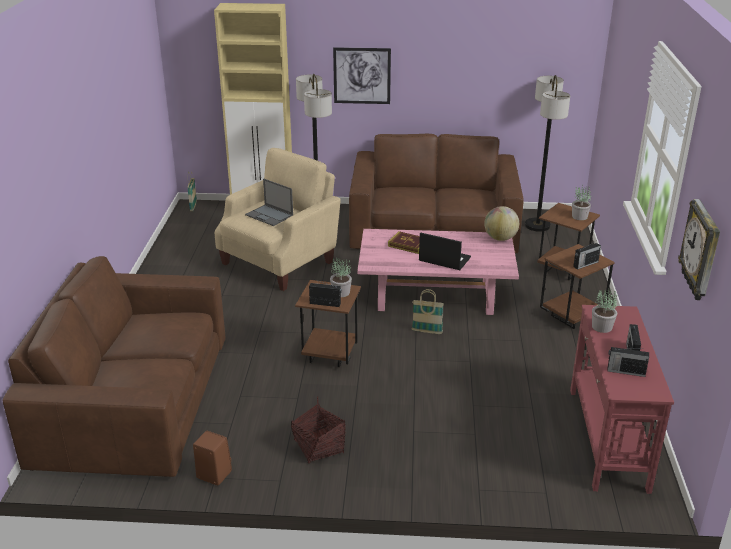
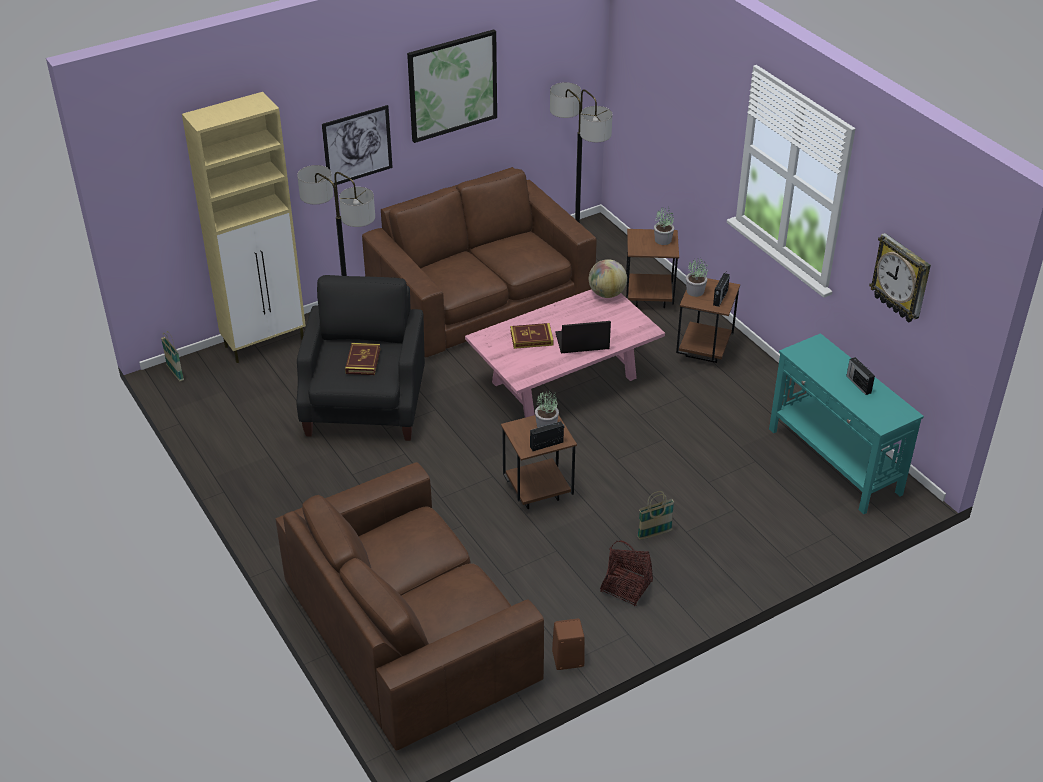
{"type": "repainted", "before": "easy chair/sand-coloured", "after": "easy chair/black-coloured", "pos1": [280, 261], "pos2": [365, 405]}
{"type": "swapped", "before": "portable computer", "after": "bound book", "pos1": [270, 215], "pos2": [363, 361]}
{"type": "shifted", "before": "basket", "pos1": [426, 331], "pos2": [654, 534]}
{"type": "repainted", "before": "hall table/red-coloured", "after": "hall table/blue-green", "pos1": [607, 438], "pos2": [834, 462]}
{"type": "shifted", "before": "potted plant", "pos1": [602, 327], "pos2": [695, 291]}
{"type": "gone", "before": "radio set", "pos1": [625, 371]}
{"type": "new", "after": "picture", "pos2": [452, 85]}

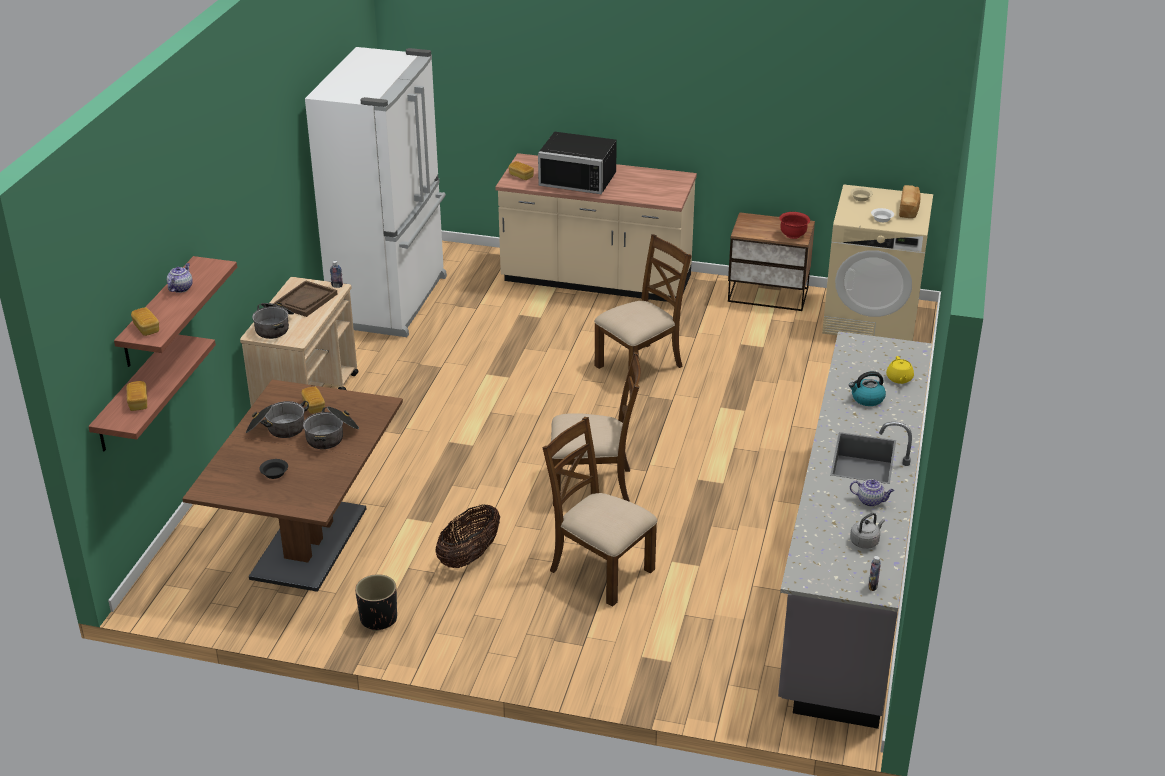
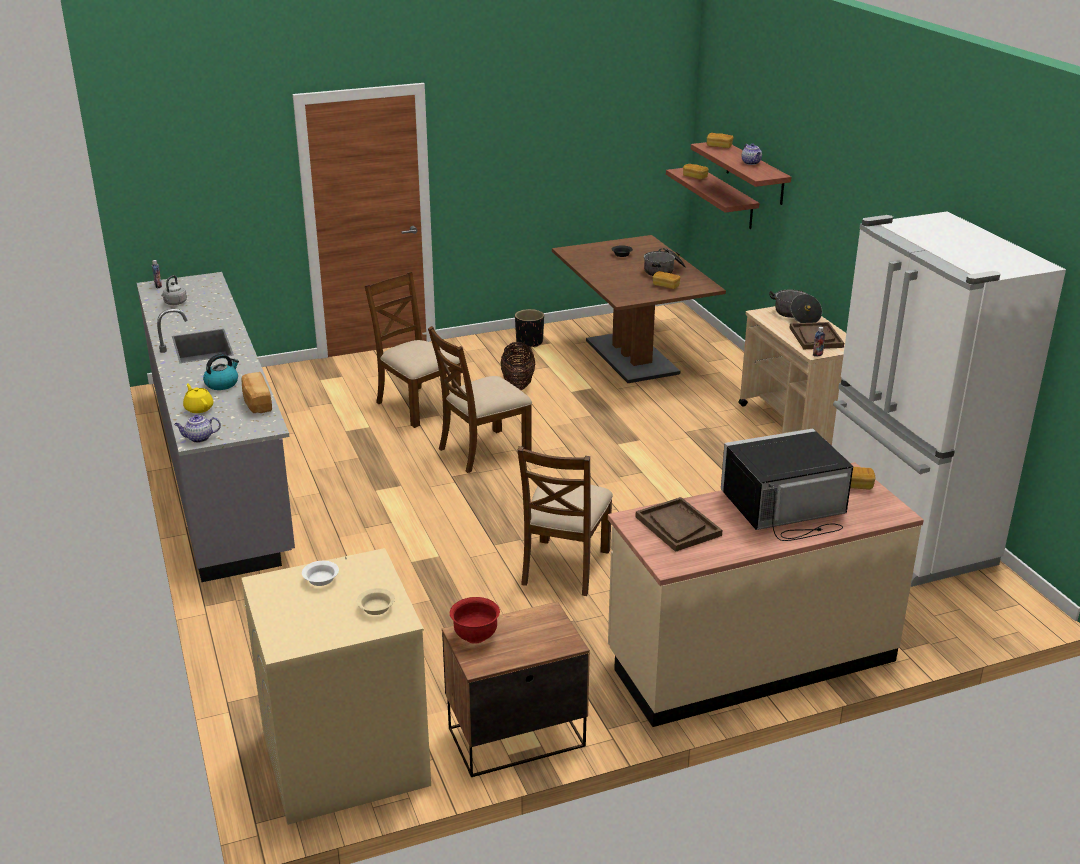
{"type": "gone", "before": "cooking pot", "pos1": [332, 436]}
{"type": "rotated", "before": "chair/brown-coloured", "pos1": [600, 570], "pos2": [417, 405], "turn": -135}
{"type": "shifted", "before": "pot for tea", "pos1": [871, 501], "pos2": [199, 438]}
{"type": "shifted", "before": "bread", "pos1": [909, 210], "pos2": [256, 403]}
{"type": "new", "after": "serving tray/brown-coloured", "pos2": [677, 526]}

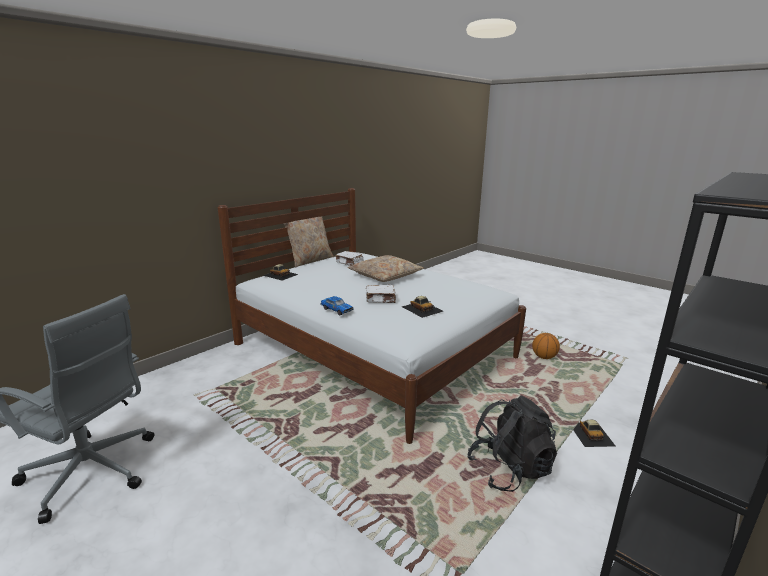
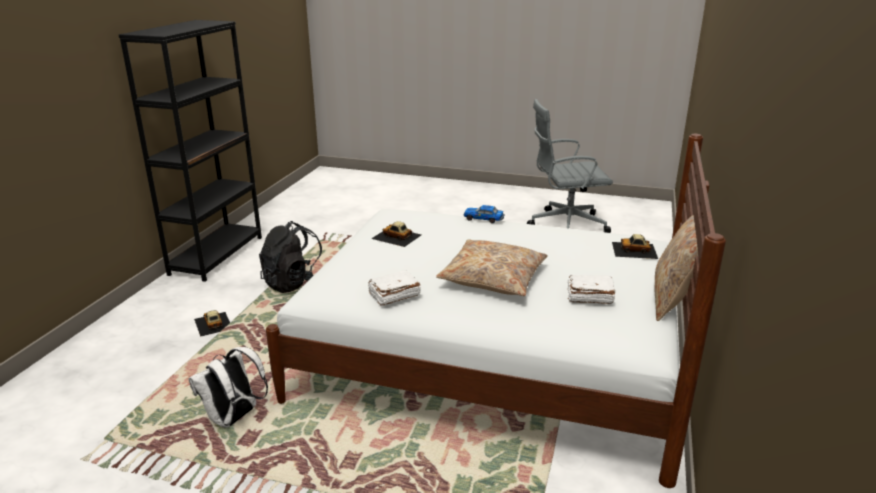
{"type": "shifted", "before": "bound book/white-coloured", "pos1": [381, 299], "pos2": [393, 295]}
{"type": "swapped", "before": "basketball ball", "after": "backpack/white-coloured", "pos1": [544, 357], "pos2": [234, 418]}

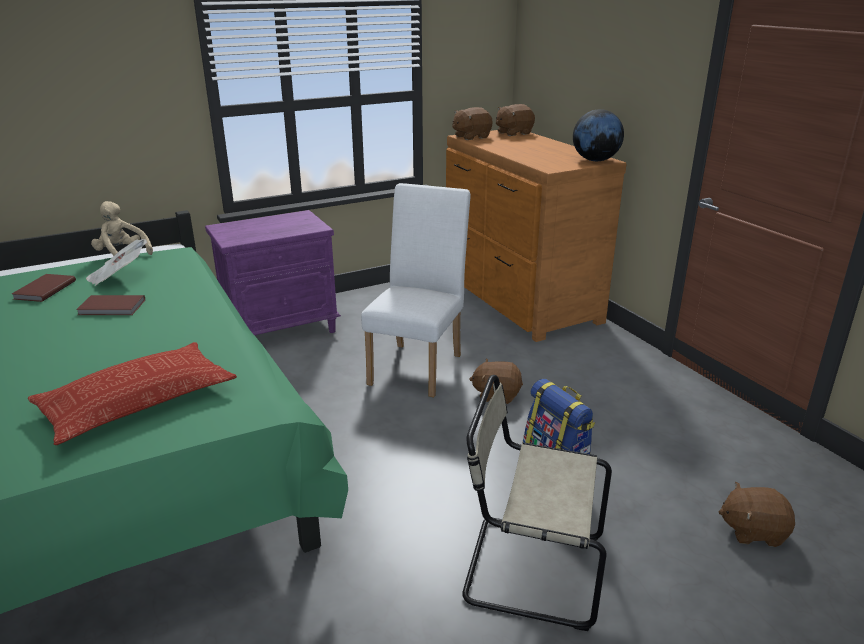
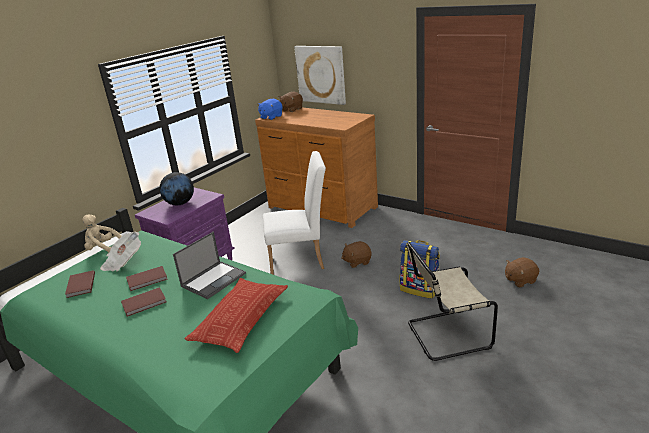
{"type": "rotated", "before": "chair/white-coloured", "pos1": [419, 365], "pos2": [301, 261], "turn": 90}
{"type": "repainted", "before": "soft toy/brown-coloured", "after": "soft toy/blue-coloured", "pos1": [471, 137], "pos2": [271, 117]}
{"type": "shifted", "before": "desk globe", "pos1": [595, 160], "pos2": [180, 203]}
{"type": "new", "after": "bound book/brown-coloured", "pos2": [145, 303]}
{"type": "new", "after": "portable computer", "pos2": [214, 279]}
{"type": "new", "after": "picture", "pos2": [321, 74]}

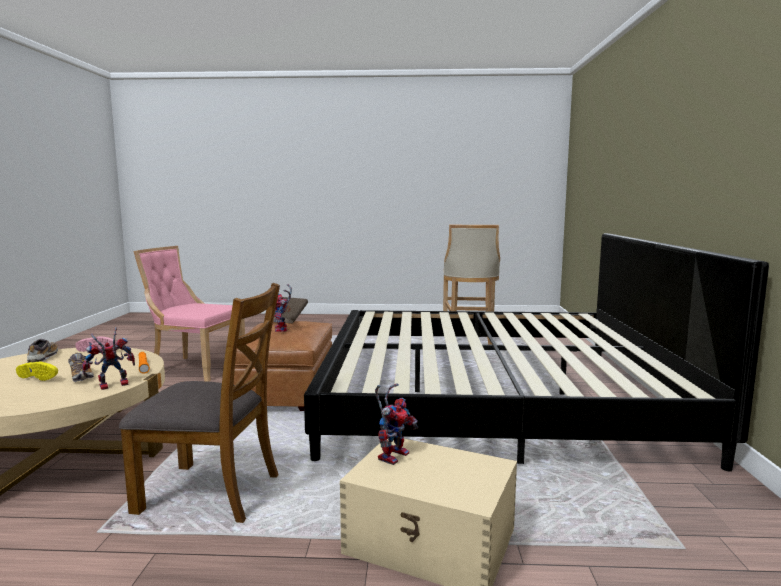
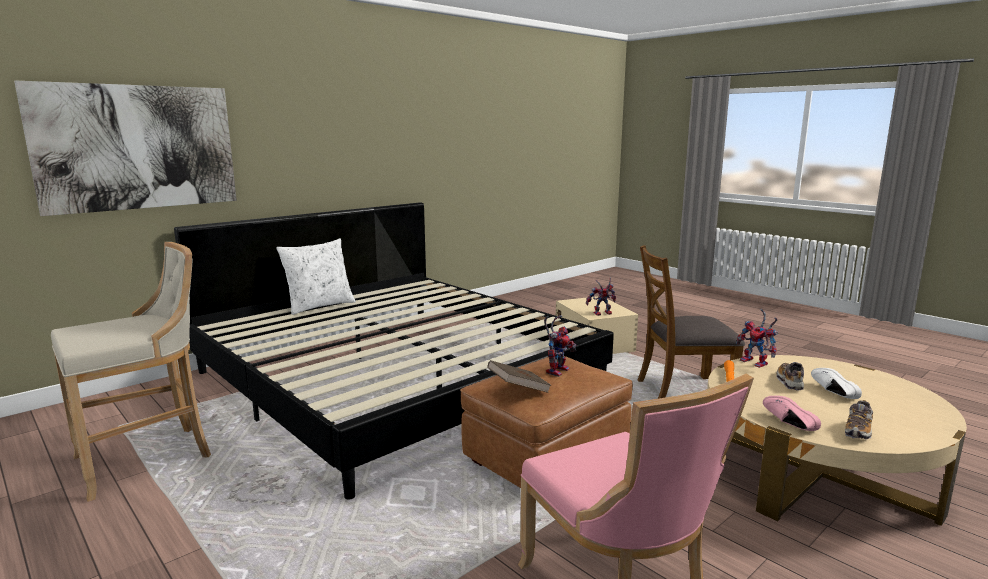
{"type": "repainted", "before": "shoe/yellowish", "after": "shoe/white-coloured", "pos1": [42, 377], "pos2": [831, 392]}
{"type": "rotated", "before": "model robot", "pos1": [111, 386], "pos2": [757, 363], "turn": 45}
{"type": "rotated", "before": "chair/brown-coloured", "pos1": [211, 493], "pos2": [683, 391], "turn": -60}
{"type": "new", "after": "picture", "pos2": [137, 147]}
{"type": "new", "after": "throw pillow/white-coloured", "pos2": [319, 306]}

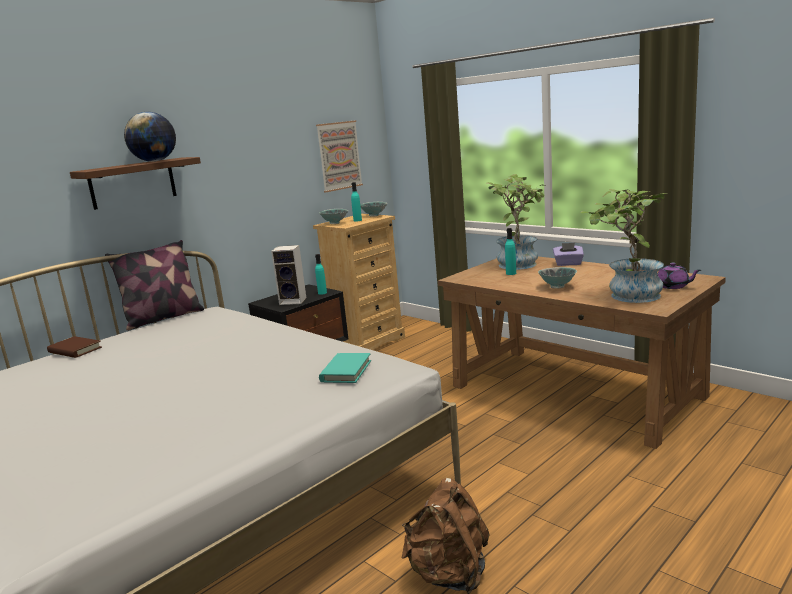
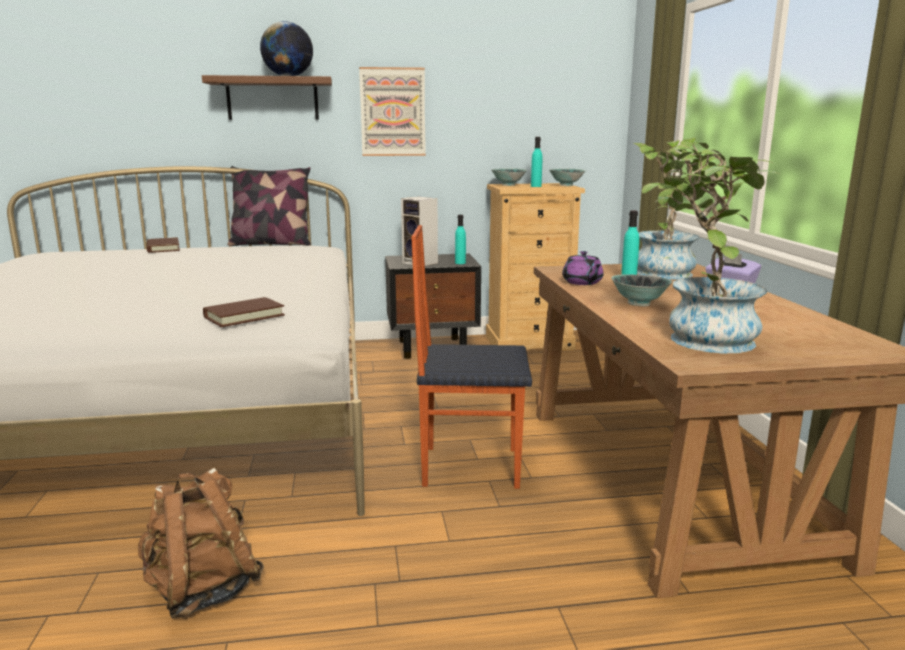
{"type": "shifted", "before": "picture", "pos1": [339, 156], "pos2": [393, 112]}
{"type": "repainted", "before": "bound book/blue-green", "after": "bound book/brown-coloured", "pos1": [346, 371], "pos2": [244, 316]}
{"type": "shifted", "before": "pot for tea/purple-coloured", "pos1": [673, 286], "pos2": [582, 282]}
{"type": "new", "after": "chair", "pos2": [470, 466]}

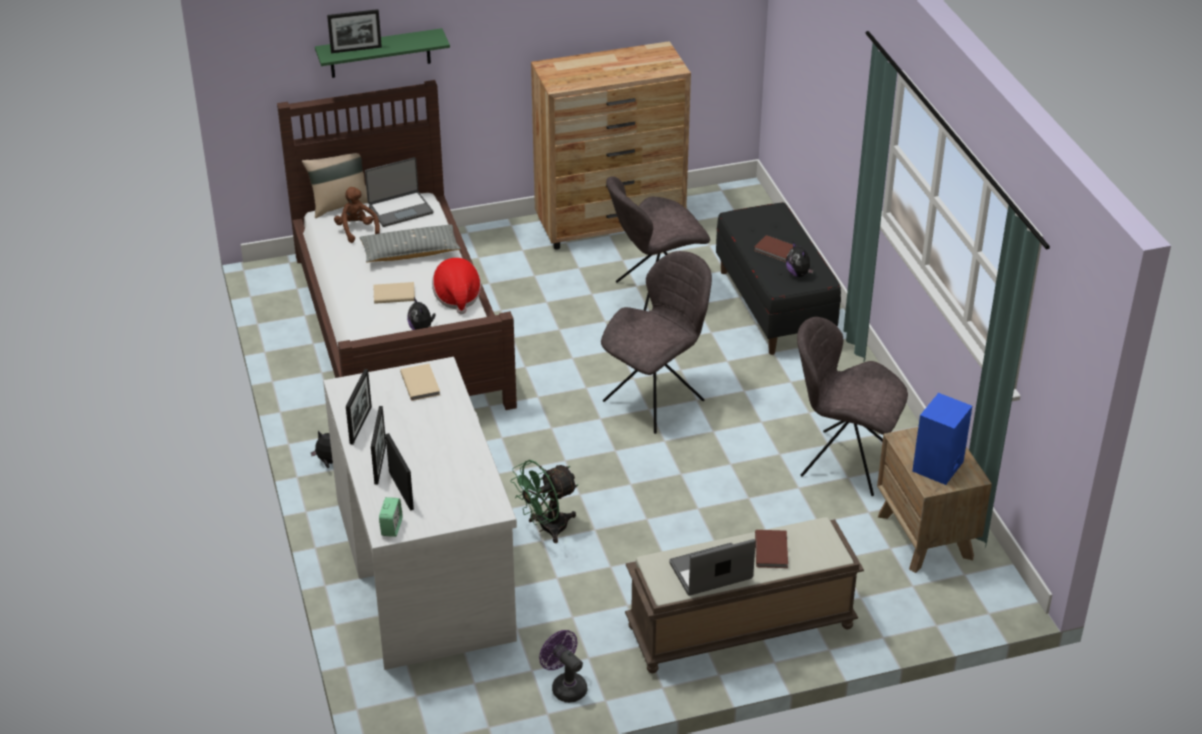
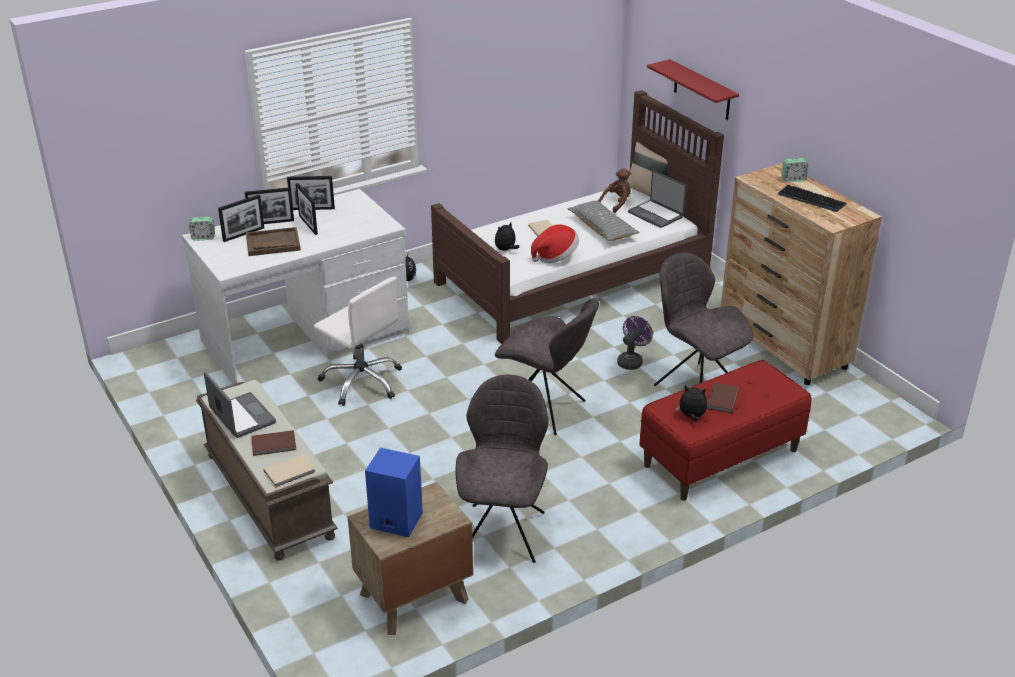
{"type": "repainted", "before": "shelf/green", "after": "shelf/red-coloured", "pos1": [380, 53], "pos2": [702, 90]}
{"type": "shifted", "before": "photo frame", "pos1": [356, 49], "pos2": [308, 225]}
{"type": "shifted", "before": "bound book/sand-coloured", "pos1": [421, 383], "pos2": [291, 472]}
{"type": "swapped", "before": "electric fan/green", "after": "desk chair/white-coloured", "pos1": [546, 528], "pos2": [362, 381]}
{"type": "shifted", "before": "electric fan/purple-coloured", "pos1": [565, 686], "pos2": [631, 361]}
{"type": "repainted", "before": "bench/black-coloured", "after": "bench/red-coloured", "pos1": [774, 306], "pos2": [721, 458]}
{"type": "rotated", "before": "soft toy", "pos1": [798, 274], "pos2": [691, 416], "turn": 60}
{"type": "new", "after": "serving tray/brown-coloured", "pos2": [273, 243]}
{"type": "new", "after": "keyboard", "pos2": [811, 200]}
{"type": "new", "after": "alarm clock", "pos2": [793, 179]}

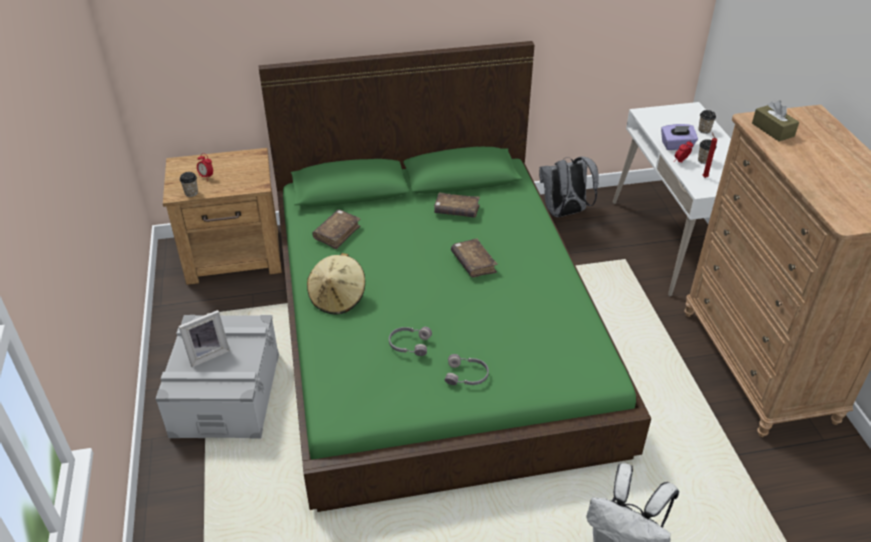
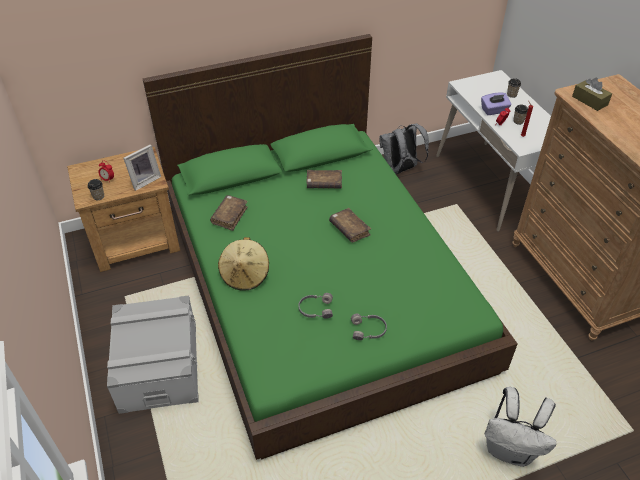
{"type": "shifted", "before": "photo frame", "pos1": [207, 353], "pos2": [144, 180]}

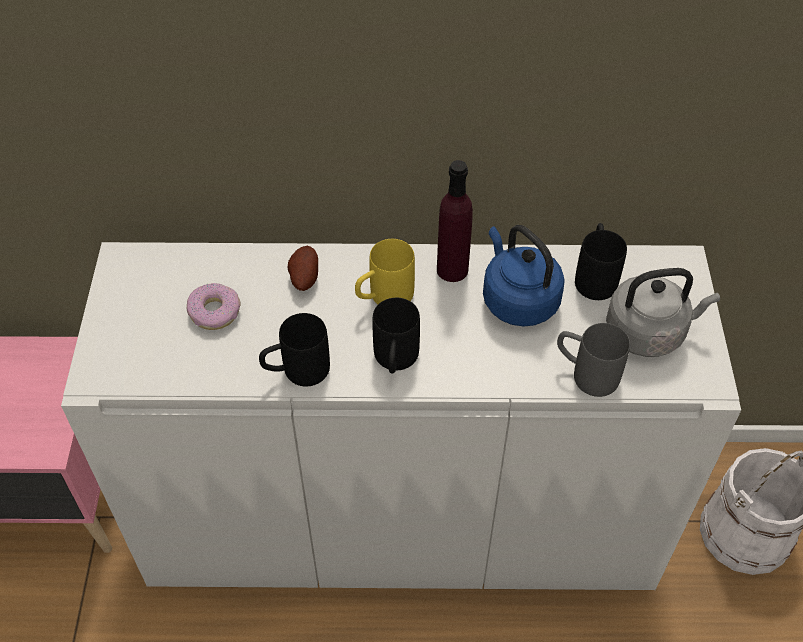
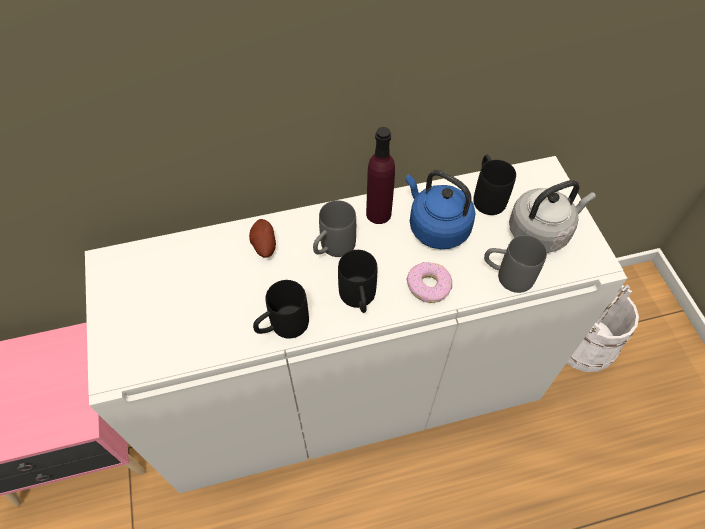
{"type": "shifted", "before": "doughnut", "pos1": [215, 312], "pos2": [428, 286]}
{"type": "repainted", "before": "tea mug/yellowish", "after": "tea mug/gray", "pos1": [383, 298], "pos2": [332, 248]}

